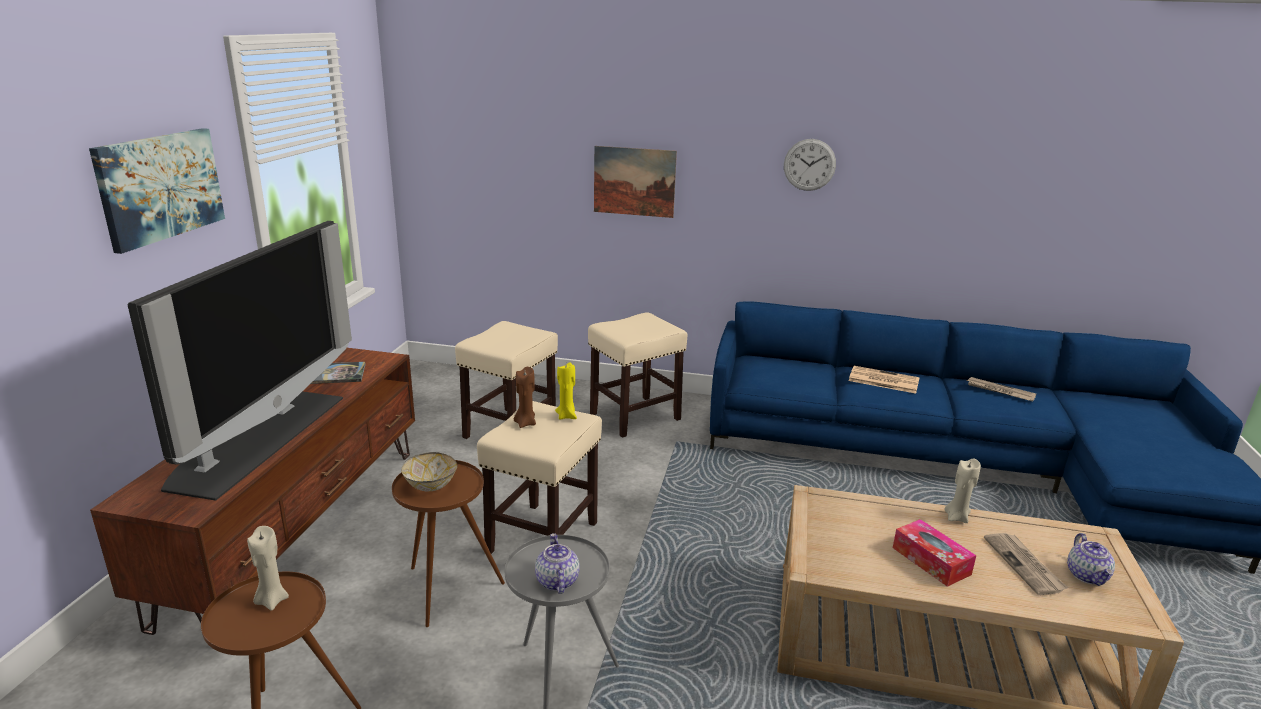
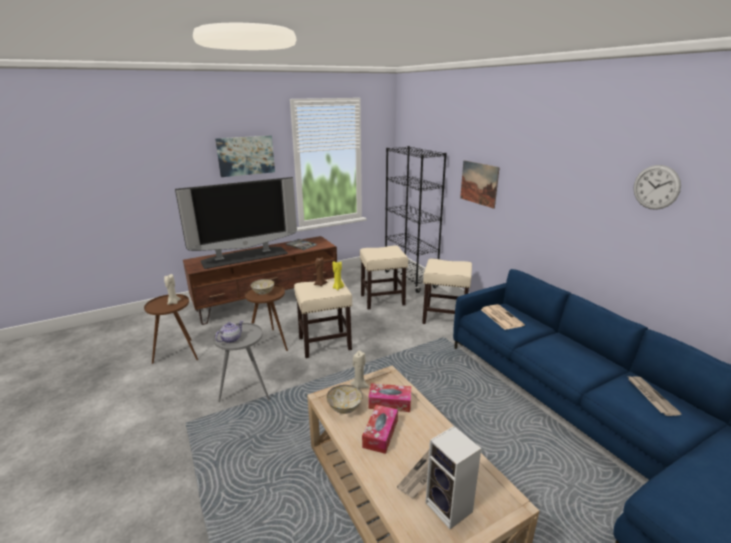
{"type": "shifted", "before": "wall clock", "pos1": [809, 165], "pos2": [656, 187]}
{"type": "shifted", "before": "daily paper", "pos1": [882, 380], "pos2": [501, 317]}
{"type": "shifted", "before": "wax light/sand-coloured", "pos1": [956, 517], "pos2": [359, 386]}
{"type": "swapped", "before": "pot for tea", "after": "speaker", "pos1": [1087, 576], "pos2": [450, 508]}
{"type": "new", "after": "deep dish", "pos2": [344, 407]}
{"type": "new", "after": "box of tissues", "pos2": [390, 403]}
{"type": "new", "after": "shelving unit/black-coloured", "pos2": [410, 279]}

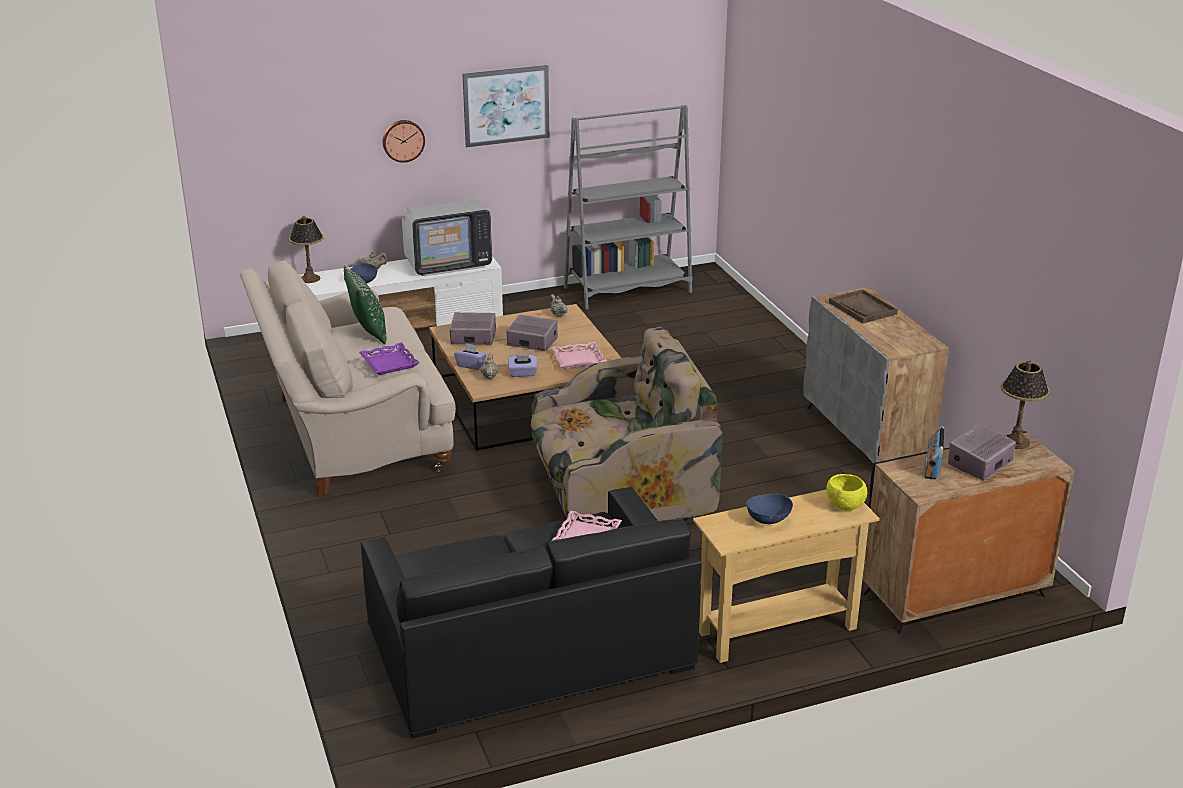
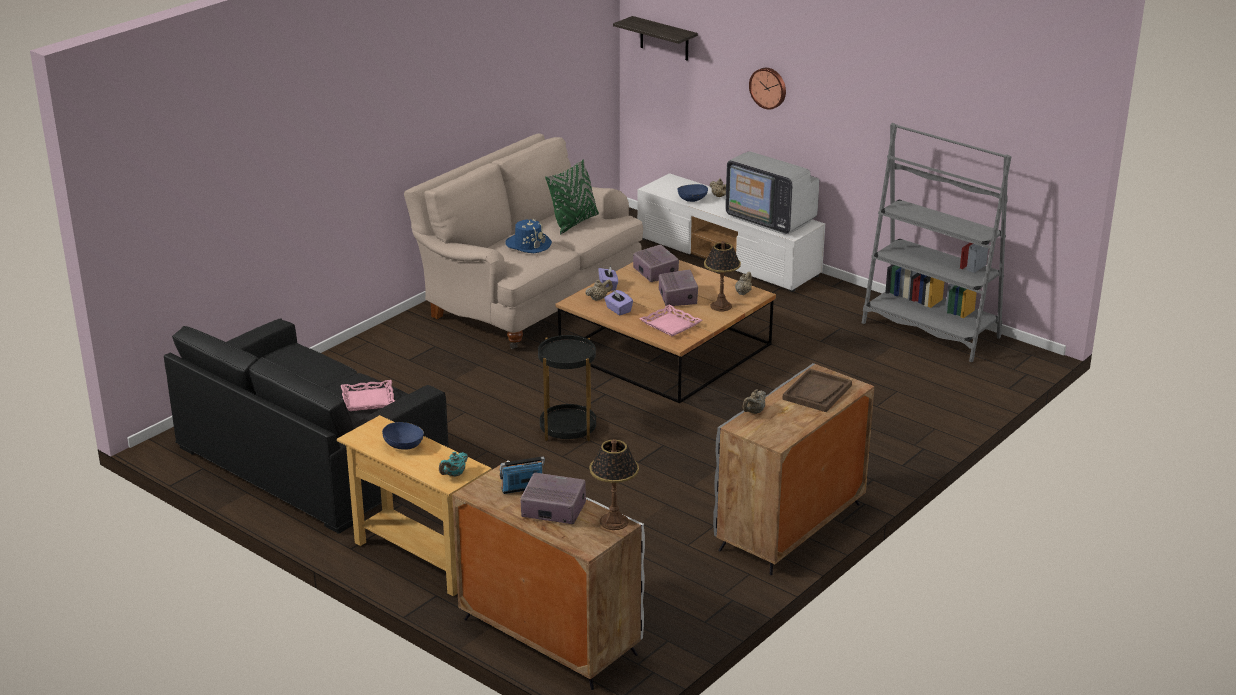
{"type": "shifted", "before": "table lamp", "pos1": [310, 279], "pos2": [721, 306]}
{"type": "swapped", "before": "serving tray/purple-coloured", "after": "hat/blue-coloured", "pos1": [389, 363], "pos2": [528, 244]}
{"type": "gone", "before": "picture", "pos1": [506, 105]}
{"type": "swapped", "before": "easy chair", "after": "side table/black-coloured", "pos1": [619, 486], "pos2": [568, 429]}
{"type": "swapped", "before": "deep dish/yellowish", "after": "pot for tea/blue-green", "pos1": [845, 506], "pos2": [454, 474]}
{"type": "repainted", "before": "storage cabinet/black-coloured", "after": "storage cabinet/white-coloured", "pos1": [953, 595], "pos2": [548, 636]}
{"type": "new", "after": "shelf", "pos2": [664, 39]}
{"type": "new", "after": "pot for tea/sand-coloured", "pos2": [754, 412]}

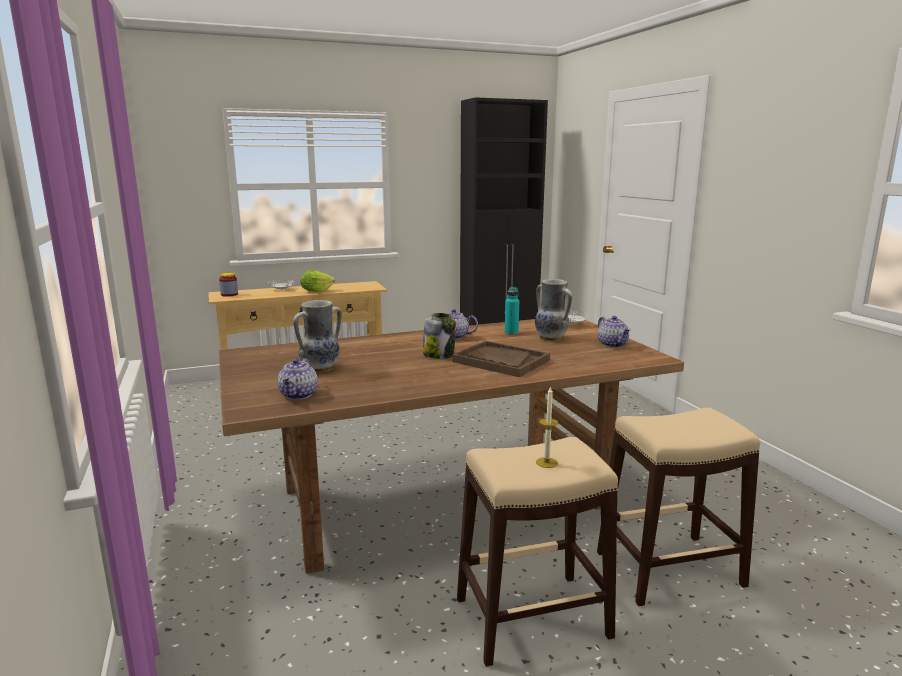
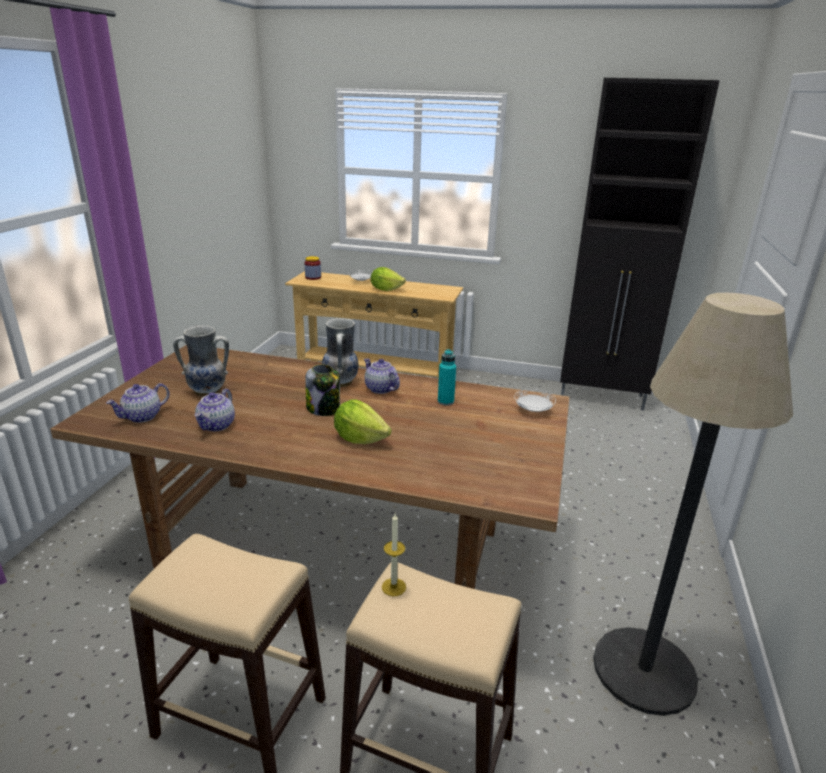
{"type": "swapped", "before": "serving tray/brown-coloured", "after": "head of lettuce", "pos1": [500, 361], "pos2": [360, 438]}
{"type": "shifted", "before": "vase", "pos1": [551, 338], "pos2": [341, 382]}
{"type": "shifted", "before": "wax light", "pos1": [546, 462], "pos2": [393, 587]}
{"type": "shifted", "before": "pot for tea", "pos1": [613, 344], "pos2": [217, 425]}
{"type": "new", "after": "floor lamp", "pos2": [644, 670]}

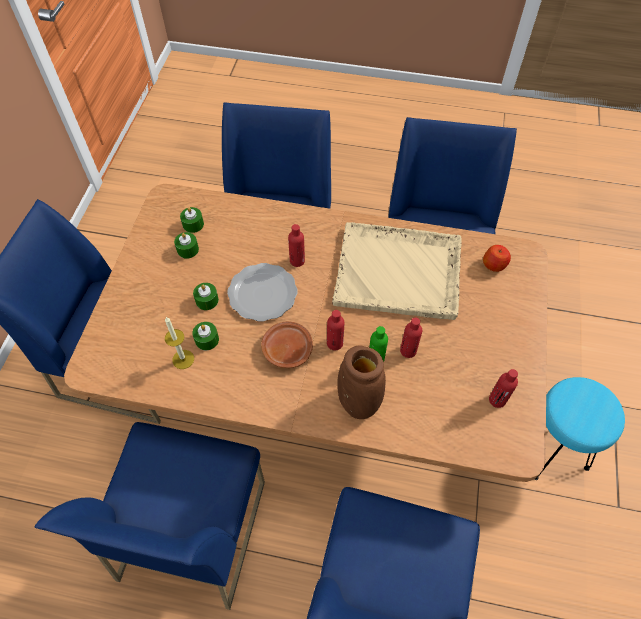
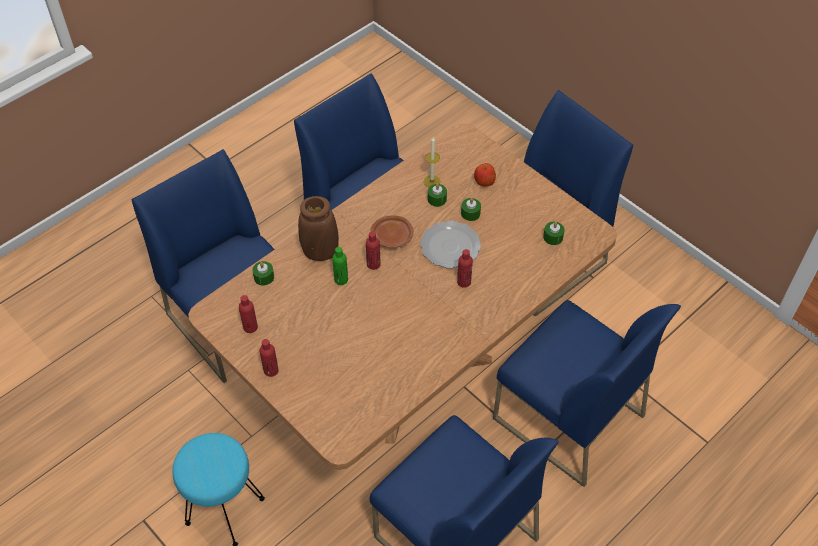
{"type": "shifted", "before": "wax light/green", "pos1": [188, 249], "pos2": [264, 277]}
{"type": "gone", "before": "serving tray/sand-coloured", "pos1": [399, 272]}
{"type": "shifted", "before": "drink bottle/red-coloured", "pos1": [408, 351], "pos2": [271, 370]}
{"type": "shifted", "before": "apple", "pos1": [494, 264], "pos2": [484, 181]}

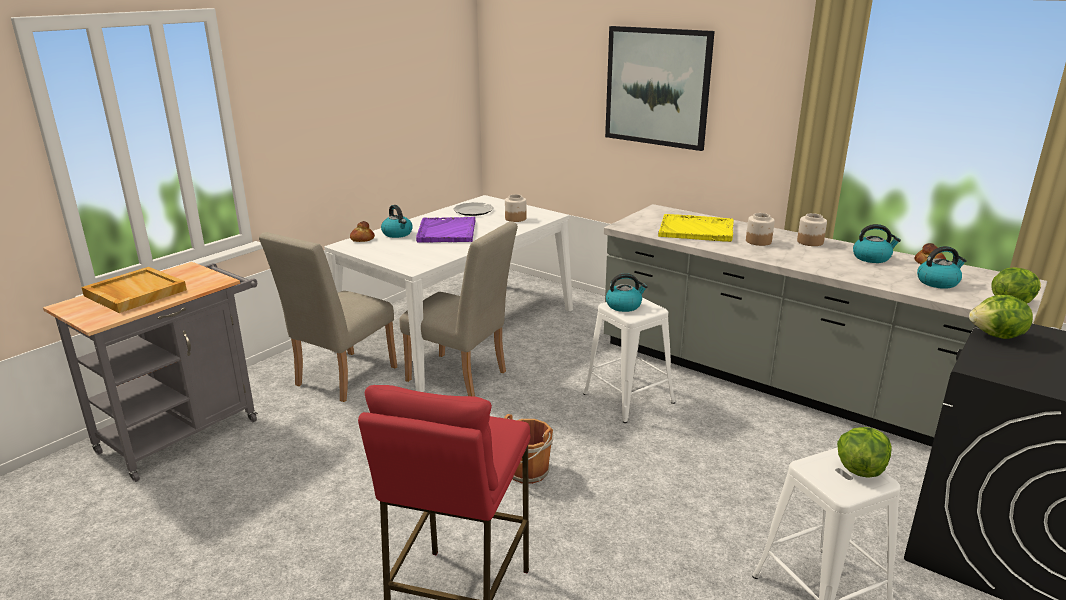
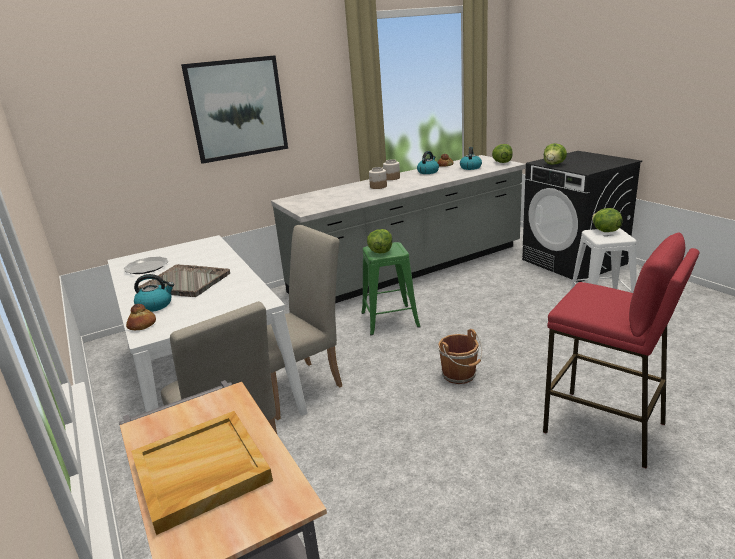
{"type": "repainted", "before": "serving tray/purple-coloured", "after": "serving tray/gray", "pos1": [446, 231], "pos2": [186, 282]}
{"type": "gone", "before": "jar", "pos1": [515, 218]}
{"type": "repainted", "before": "sitting stool/white-coloured", "after": "sitting stool/green", "pos1": [628, 398], "pos2": [390, 319]}
{"type": "swapped", "before": "tea kettle", "after": "head of lettuce", "pos1": [624, 305], "pos2": [380, 252]}
{"type": "gone", "before": "serving tray/yellowish", "pos1": [697, 230]}

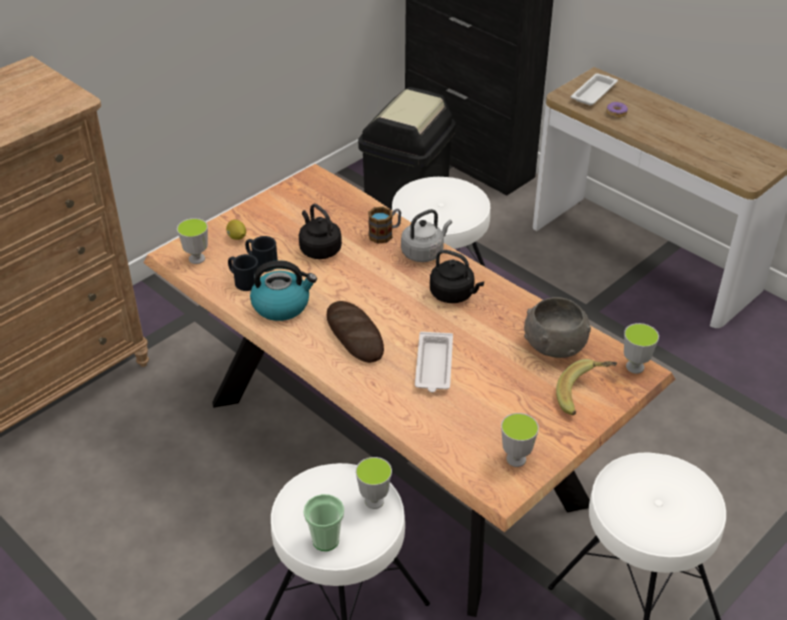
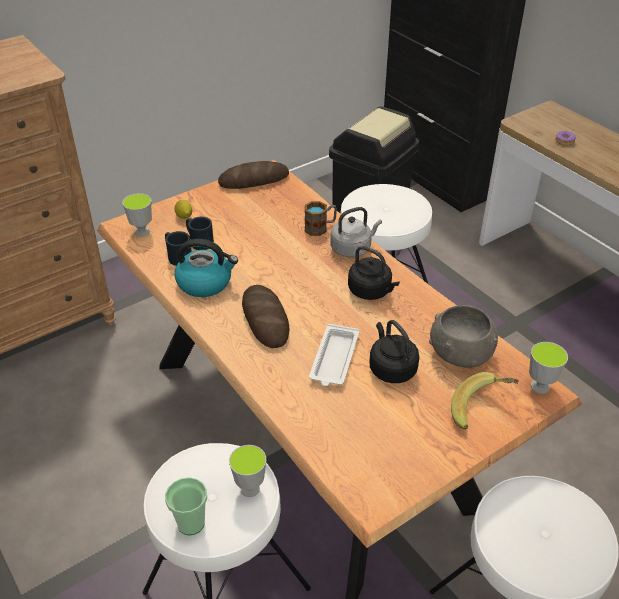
{"type": "shifted", "before": "tea kettle/black-coloured", "pos1": [319, 249], "pos2": [391, 368]}
{"type": "gone", "before": "small cup", "pos1": [516, 459]}
{"type": "gone", "before": "serving tray/white-coloured", "pos1": [594, 92]}
{"type": "new", "after": "bread", "pos2": [254, 180]}

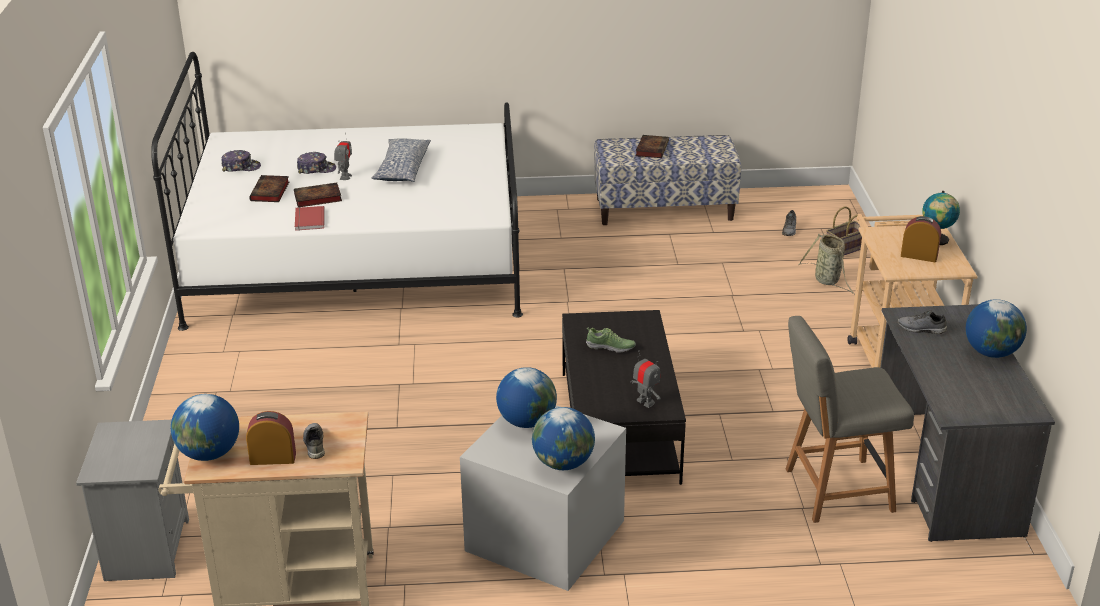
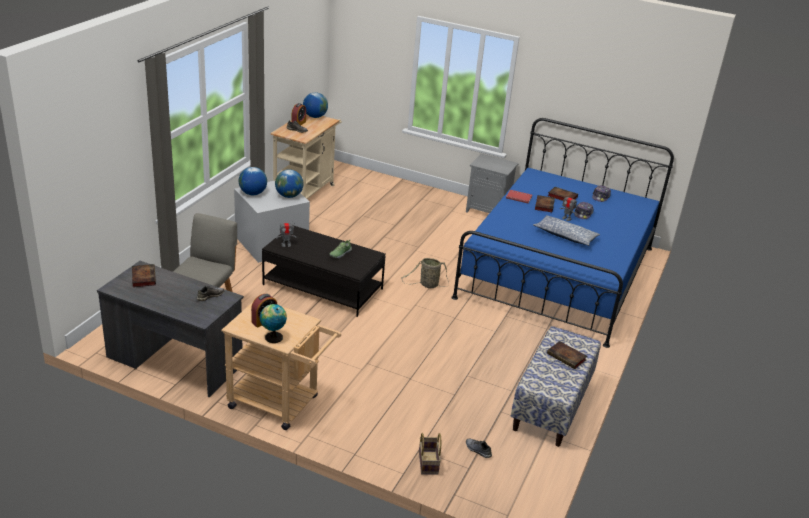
{"type": "shifted", "before": "night table/gray", "pos1": [146, 548], "pos2": [488, 210]}
{"type": "repainted", "before": "sleeping bed/white-coloured", "after": "sleeping bed/blue-coloured", "pos1": [358, 259], "pos2": [557, 272]}
{"type": "shifted", "before": "basket", "pos1": [828, 281], "pos2": [427, 285]}
{"type": "gone", "before": "desk globe", "pos1": [991, 352]}
{"type": "new", "after": "bound book", "pos2": [143, 277]}

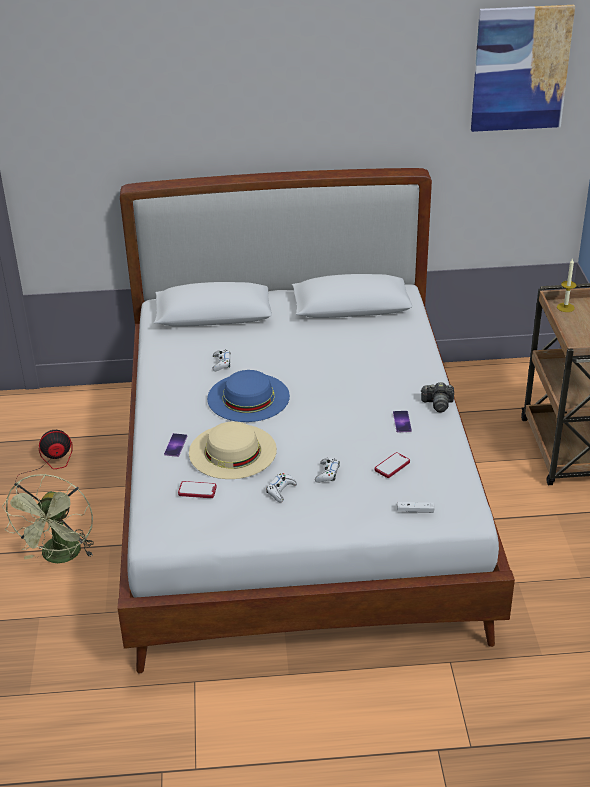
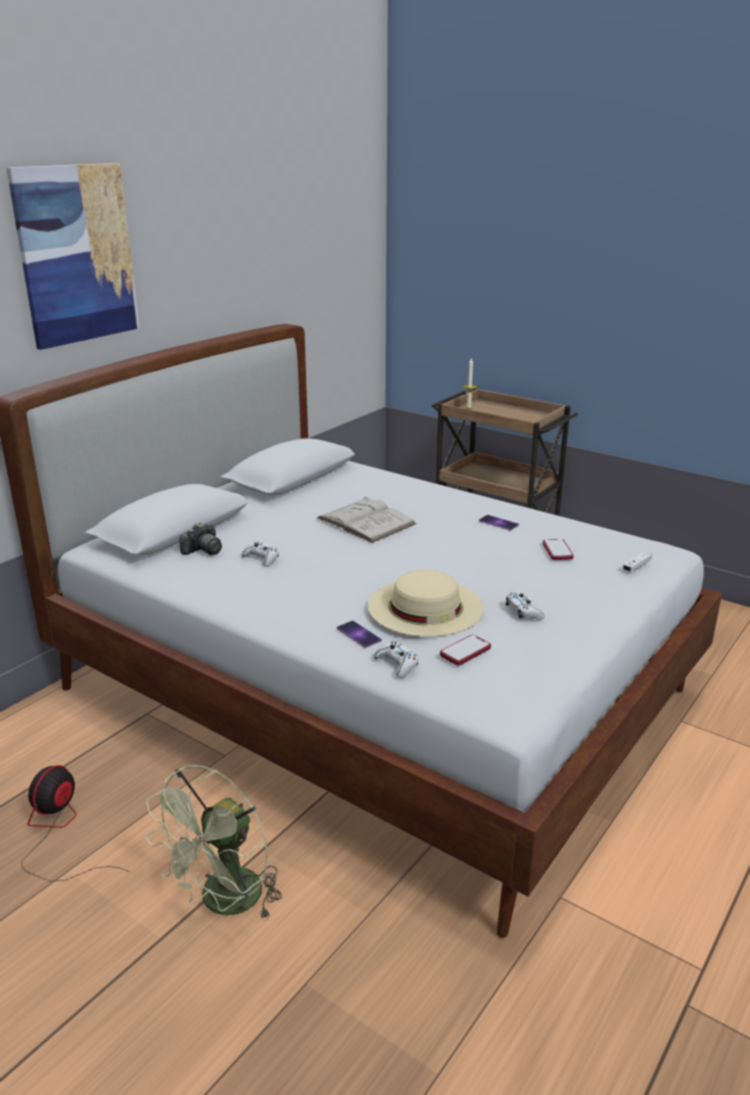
{"type": "rotated", "before": "electric fan/green", "pos1": [60, 557], "pos2": [224, 903], "turn": 75}
{"type": "gone", "before": "hat/blue-coloured", "pos1": [248, 397]}
{"type": "shifted", "before": "joypad/white-coloured", "pos1": [327, 473], "pos2": [397, 664]}
{"type": "shifted", "before": "photo camera", "pos1": [438, 404], "pos2": [203, 550]}
{"type": "shifted", "before": "picture", "pos1": [520, 68], "pos2": [76, 254]}
{"type": "new", "after": "bound book/white-coloured", "pos2": [366, 521]}

